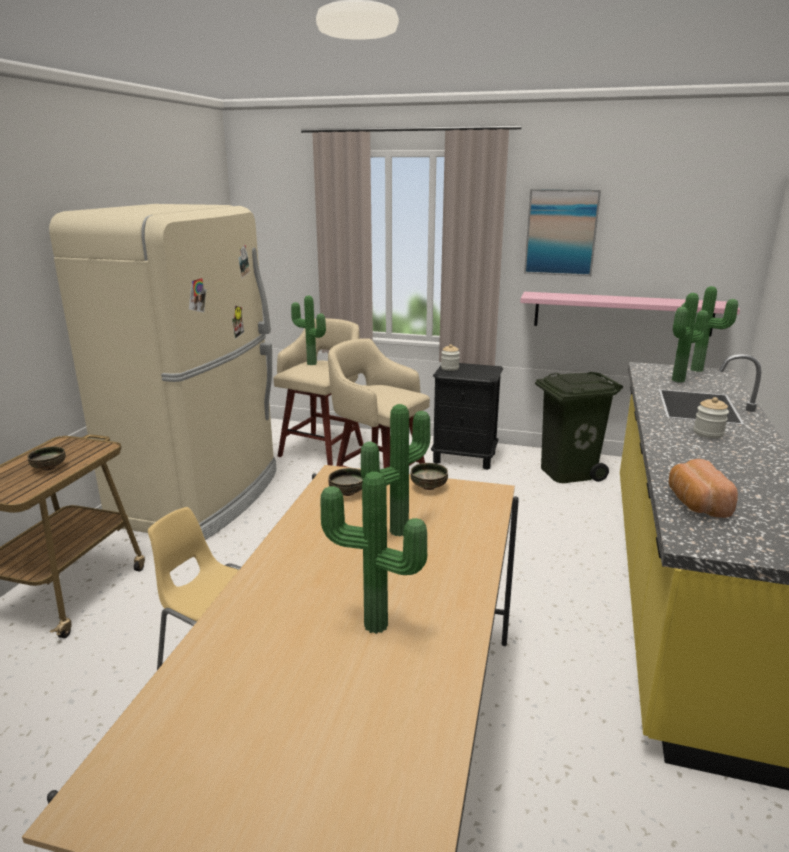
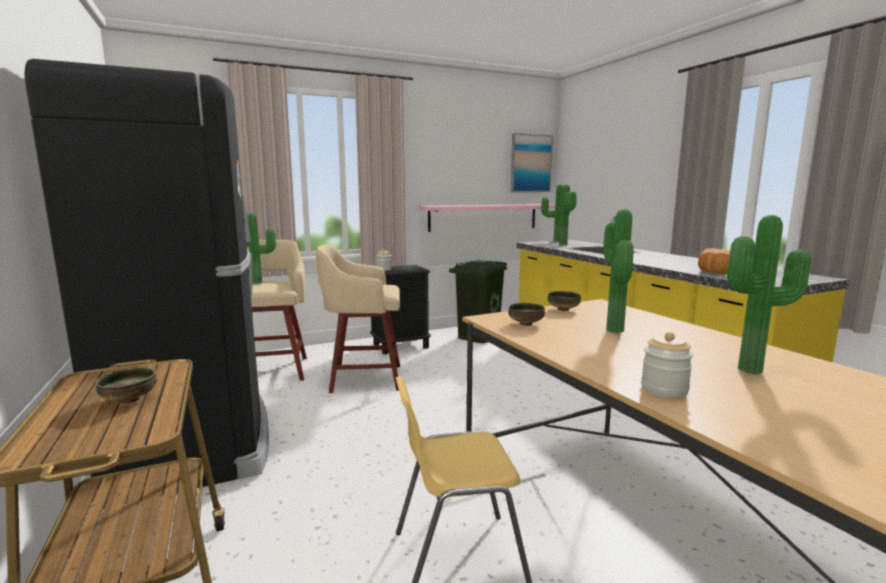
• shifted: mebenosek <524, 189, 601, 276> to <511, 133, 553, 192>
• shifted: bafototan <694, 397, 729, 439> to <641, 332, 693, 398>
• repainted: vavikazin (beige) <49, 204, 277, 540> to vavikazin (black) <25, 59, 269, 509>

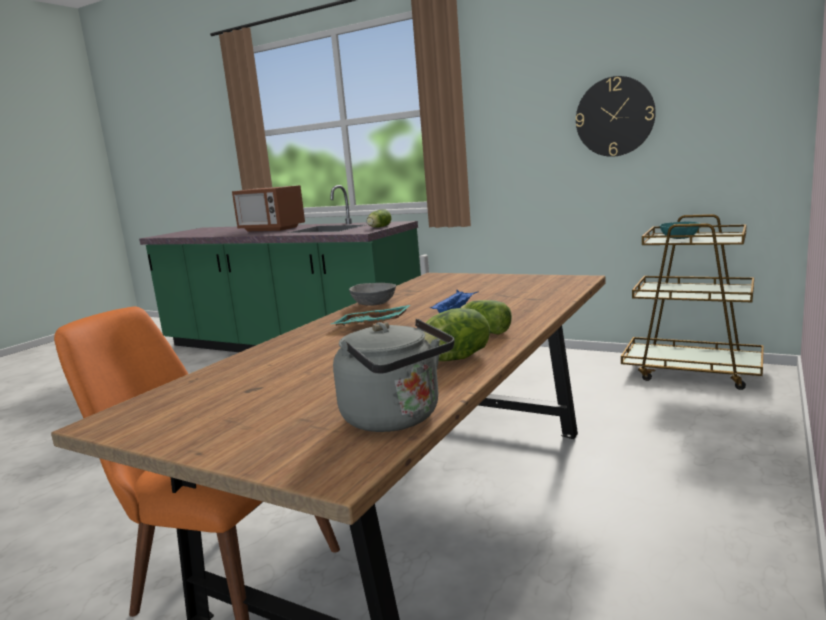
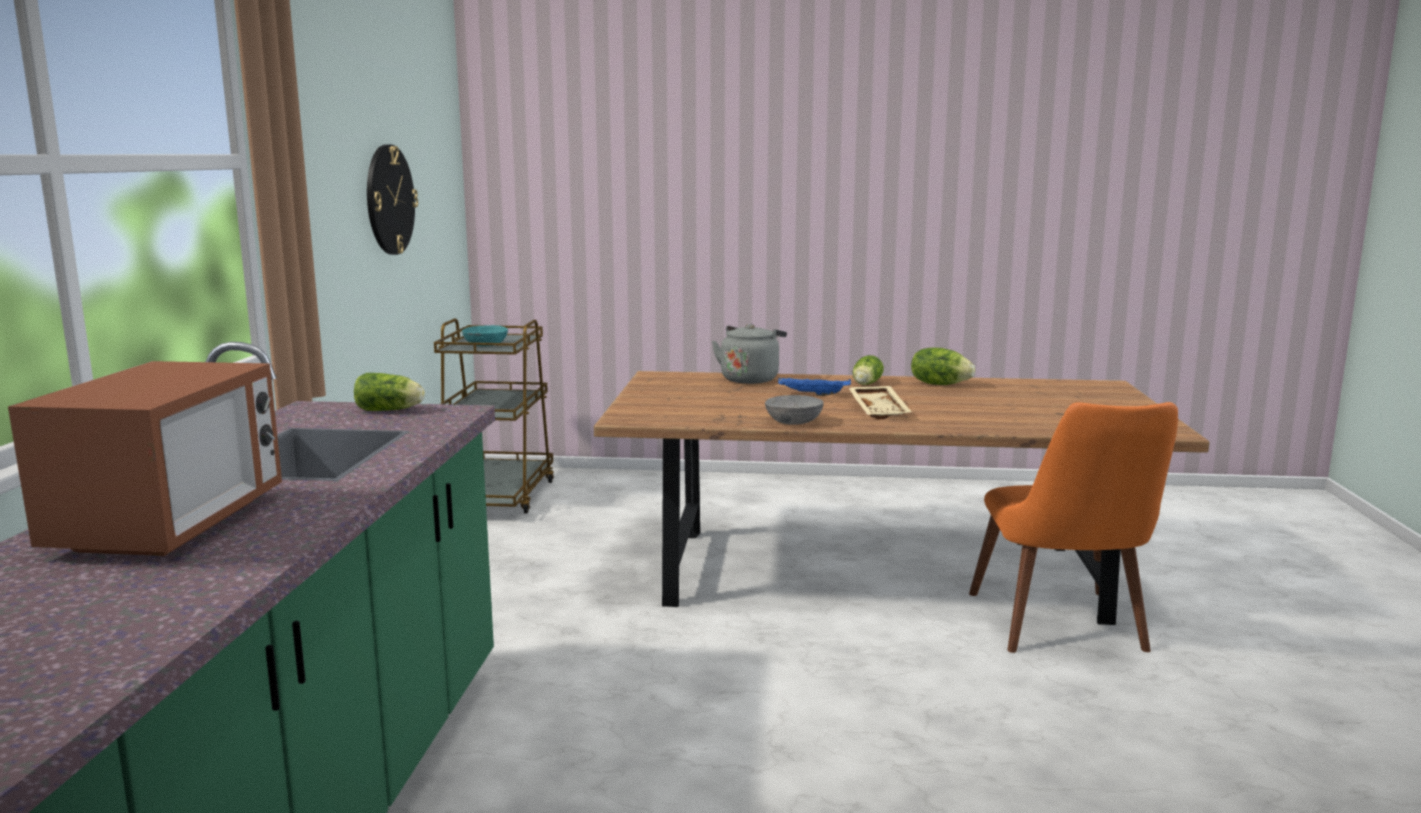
• shifted: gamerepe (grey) <333, 319, 454, 432> to <712, 324, 787, 384>
• repainted: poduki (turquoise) <331, 305, 411, 326> to poduki (beige) <849, 386, 912, 419>

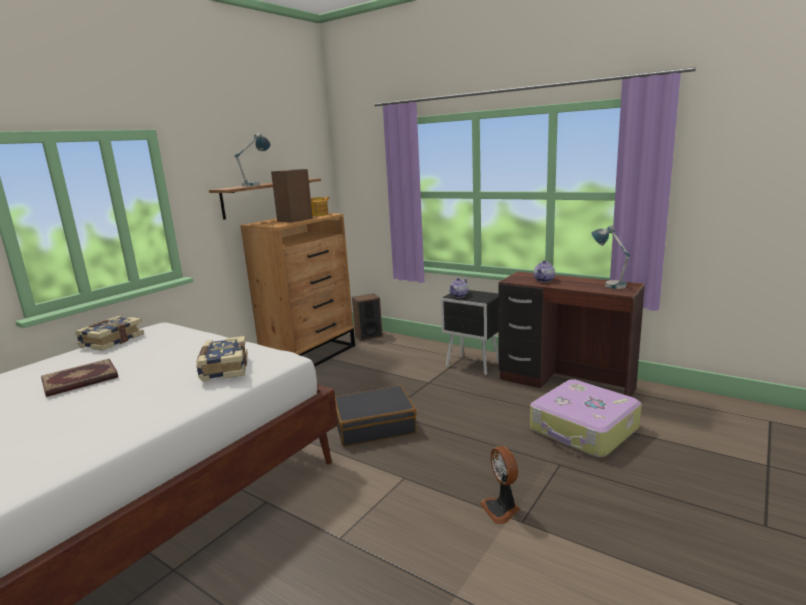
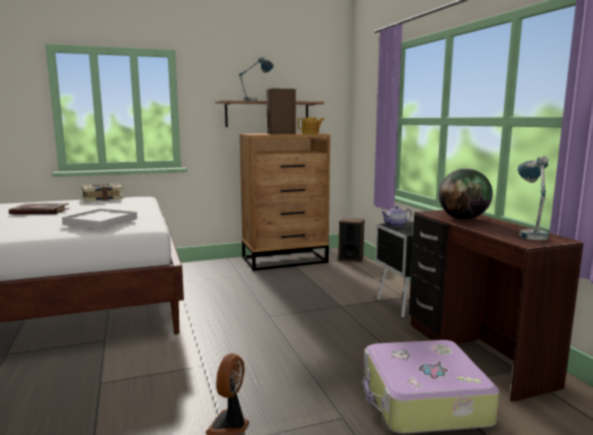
• gone: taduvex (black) <335, 385, 417, 447>
• swapped: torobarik <196, 336, 248, 382> to poduki (white) <62, 209, 137, 229>
• swapped: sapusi <533, 260, 555, 282> to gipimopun <439, 169, 493, 219>

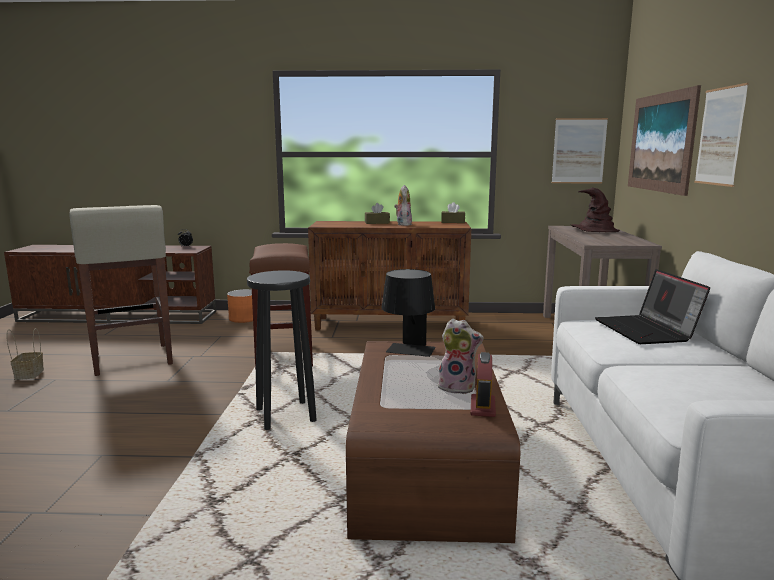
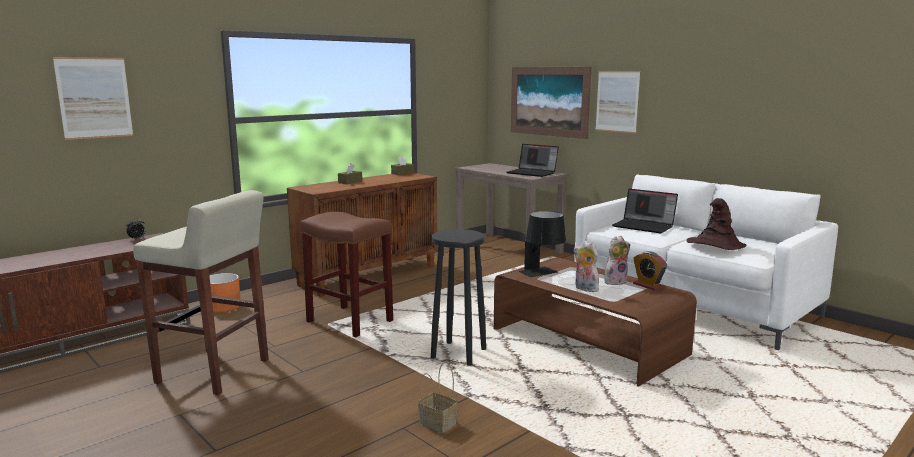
• new: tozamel <506, 144, 559, 177>
• shifted: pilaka <6, 328, 44, 380> to <418, 362, 458, 433>
• shifted: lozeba <394, 185, 412, 226> to <574, 241, 599, 292>
• shifted: mebenosek <552, 118, 608, 183> to <53, 57, 133, 140>
• shifted: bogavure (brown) <570, 188, 620, 232> to <686, 198, 747, 250>

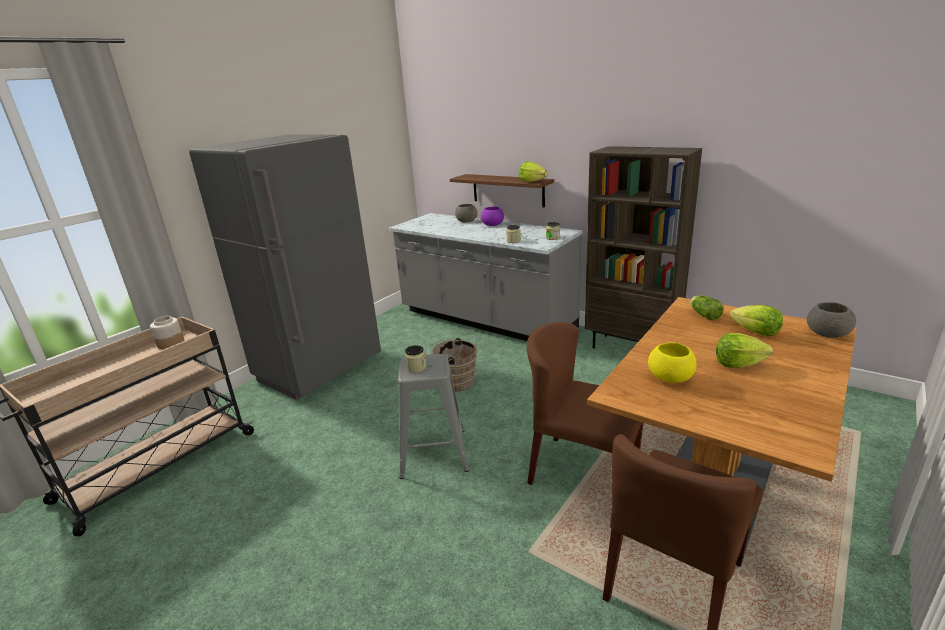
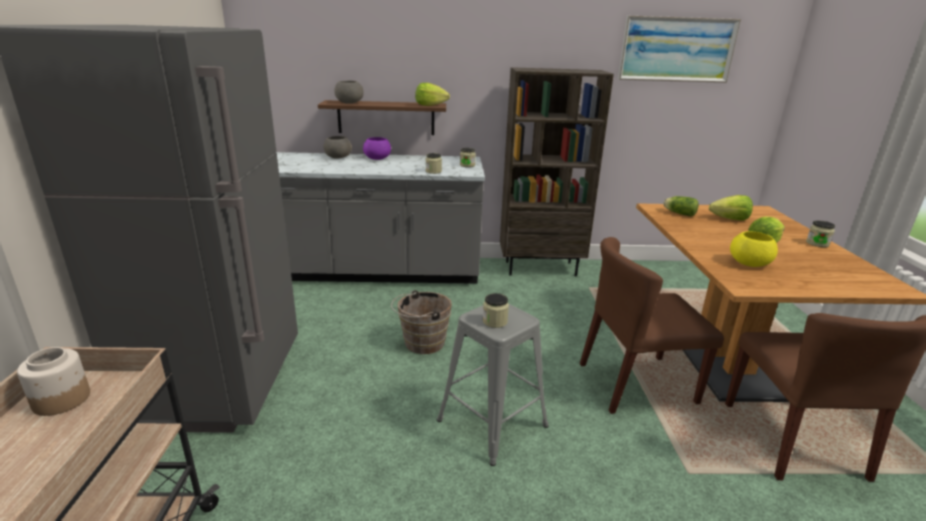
• new: mebenosek <618, 16, 741, 83>
• new: bafototan <806, 220, 835, 247>
• shifted: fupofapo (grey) <807, 302, 856, 338> to <334, 81, 364, 104>

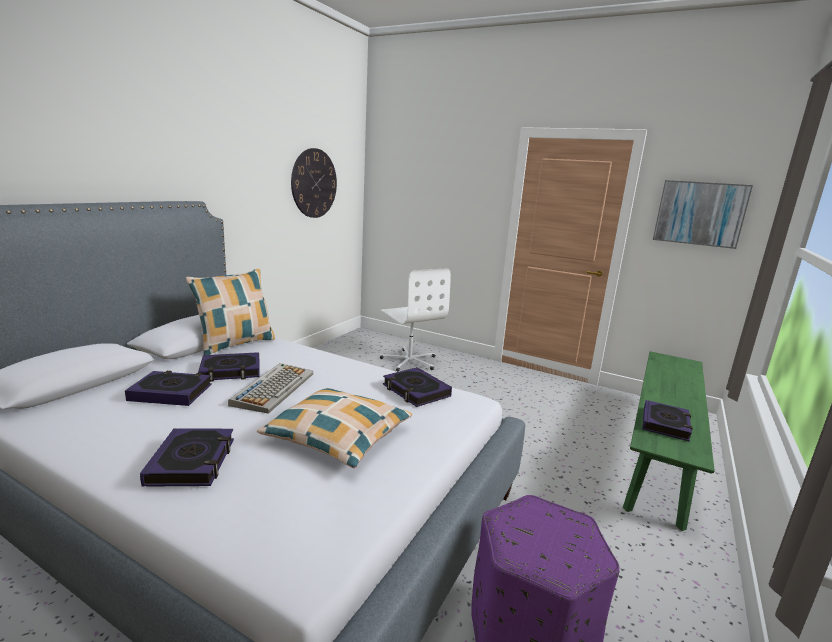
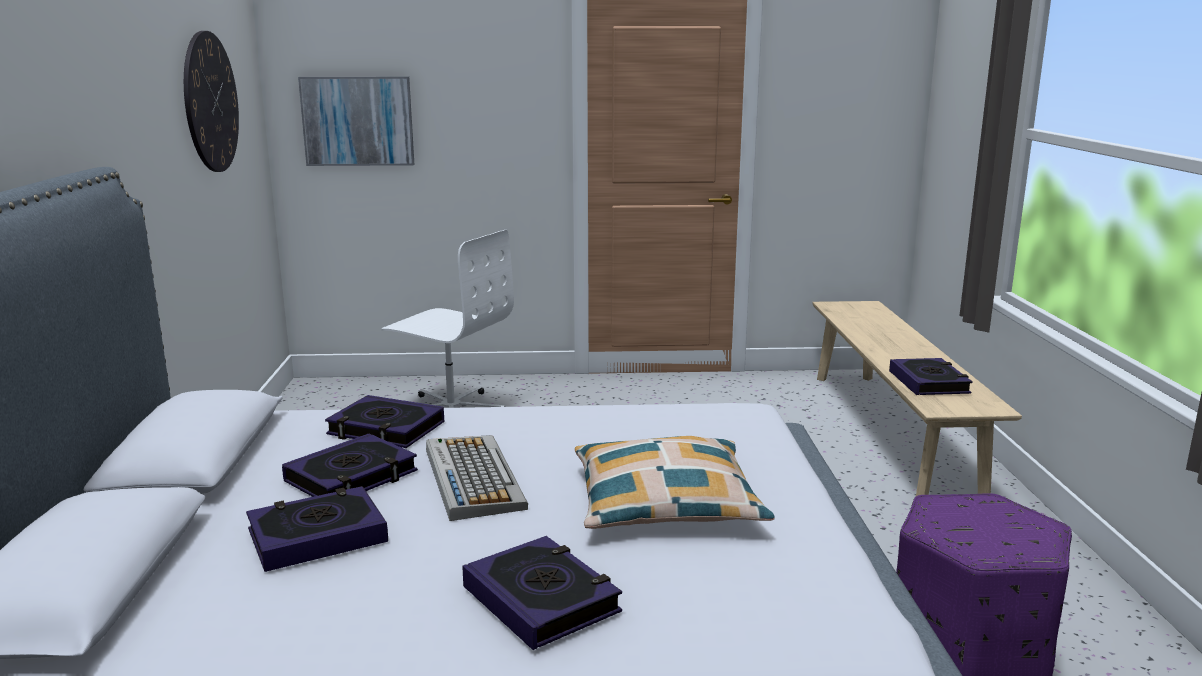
• gone: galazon <186, 269, 275, 355>
• shifted: torobarik <383, 367, 452, 407> to <325, 395, 444, 448>
• shifted: mebenosek <653, 180, 753, 249> to <298, 77, 414, 166>
• repainted: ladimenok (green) <623, 351, 715, 531> to ladimenok (beige) <812, 301, 1022, 496>

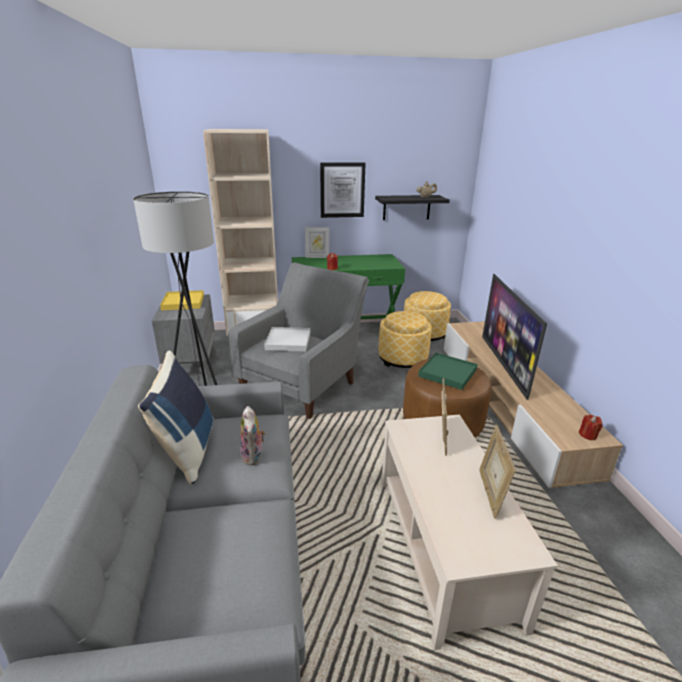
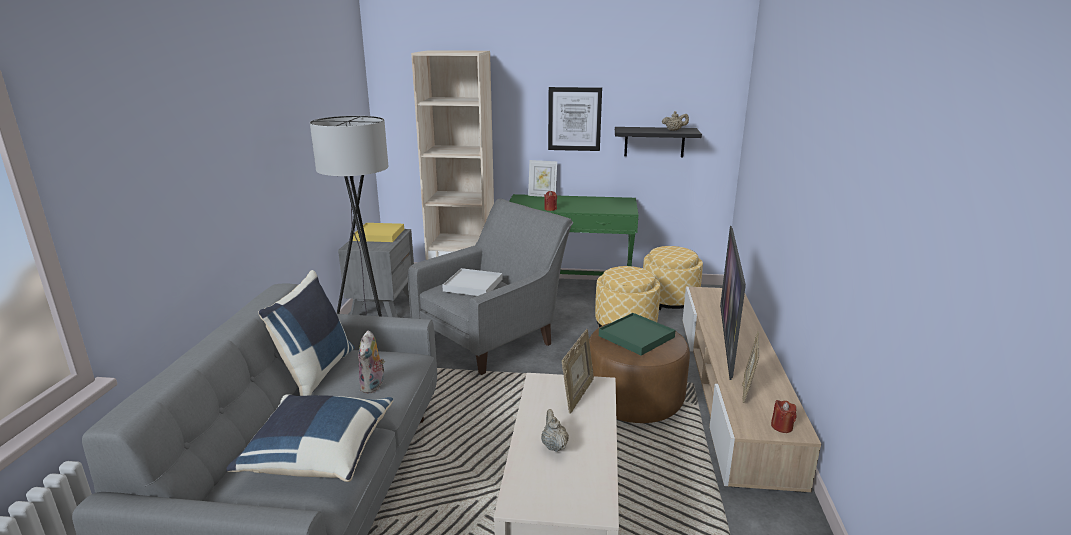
• new: galazon (blue) <227, 394, 393, 482>
• new: sapusi (beige) <541, 409, 569, 452>
• shifted: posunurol <479, 425, 516, 519> to <742, 331, 759, 403>

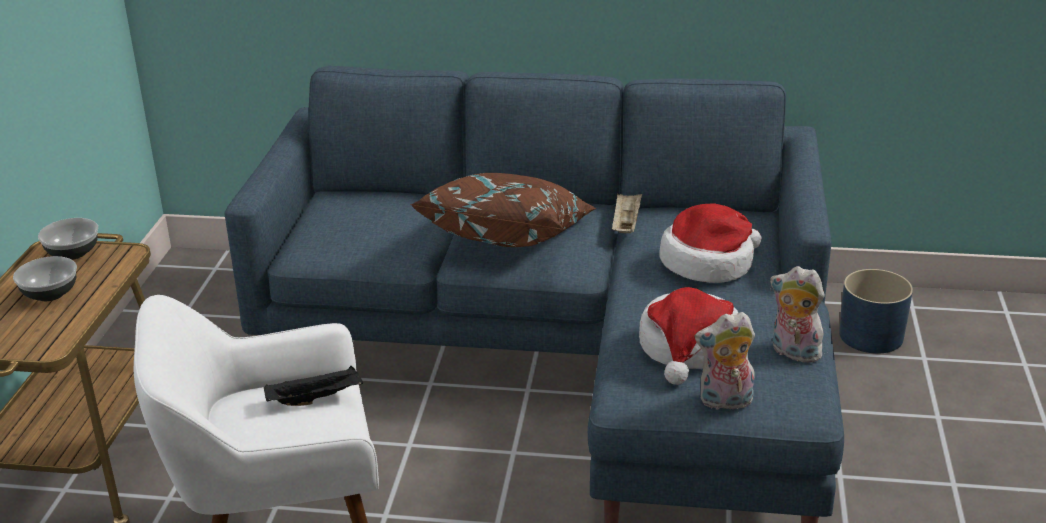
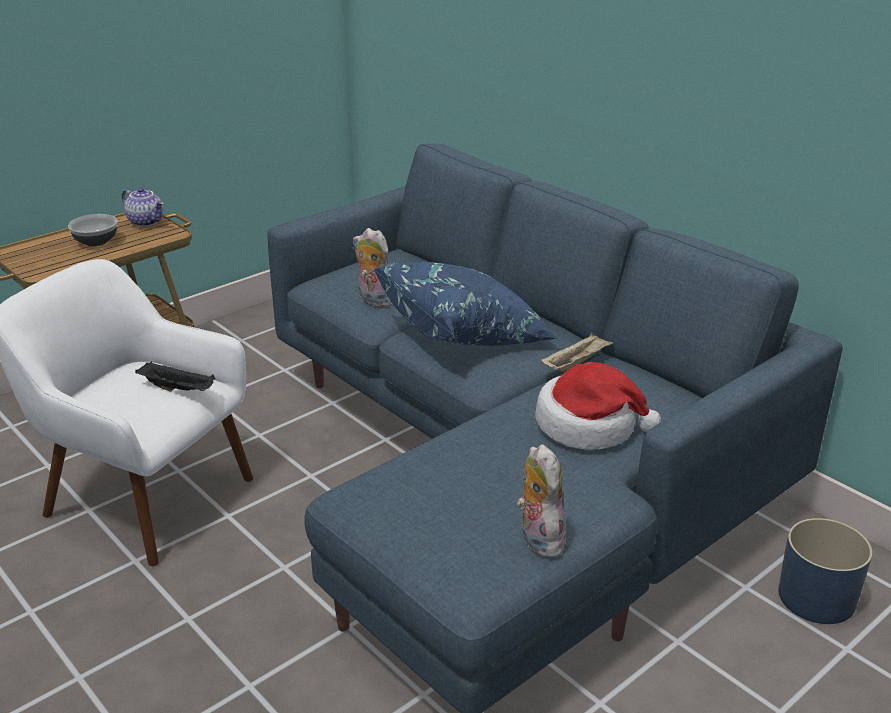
• gone: bogavure <639, 287, 738, 385>
• shifted: lozeba <695, 312, 755, 410> to <353, 228, 393, 307>
• swapped: fupofapo <38, 218, 98, 260> to sapusi <122, 187, 164, 227>
• repainted: galazon (brown) <410, 173, 597, 247> to galazon (blue) <374, 261, 558, 346>

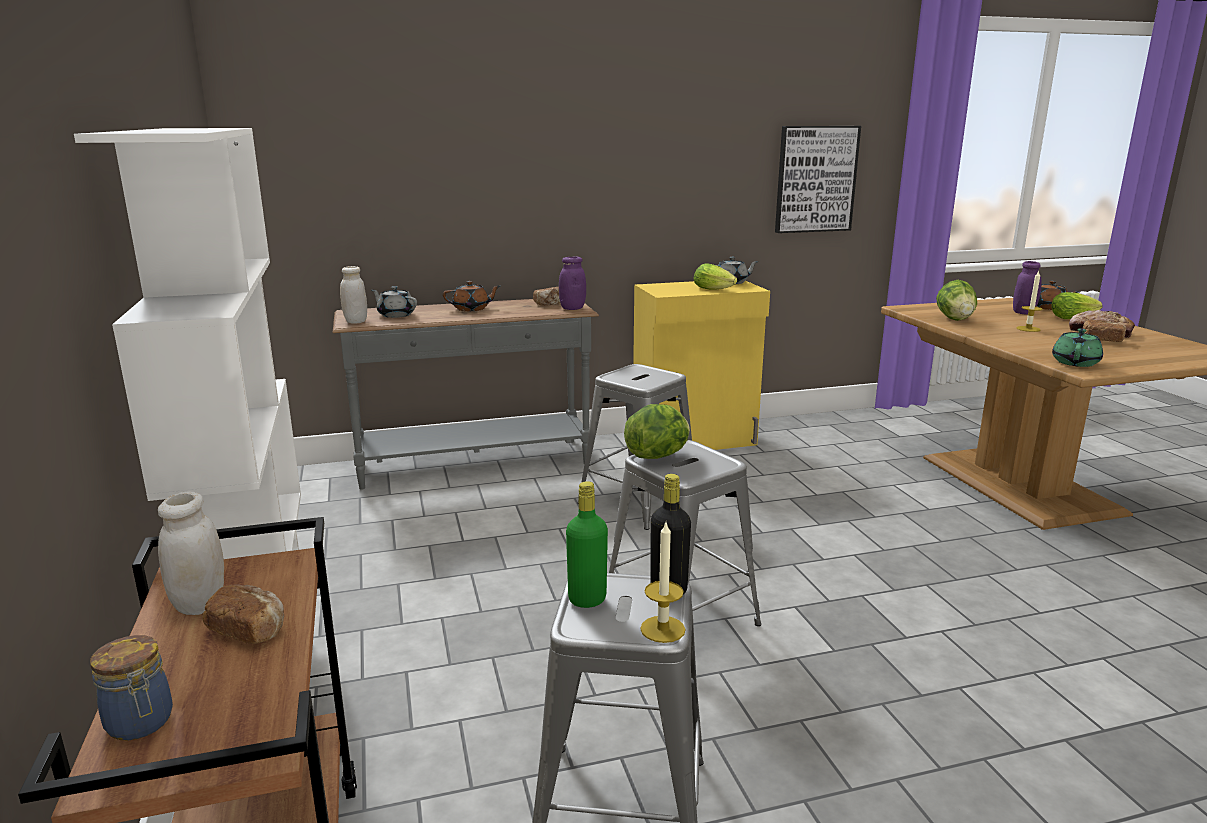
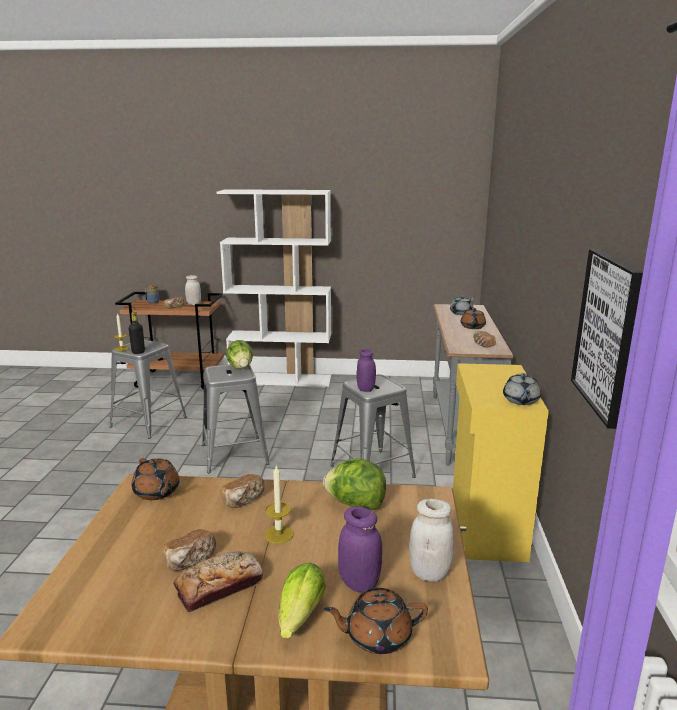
• gone: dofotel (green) <566, 481, 608, 608>
• gone: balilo <693, 263, 737, 290>
• new: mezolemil <221, 474, 265, 508>
• shifted: bafototan (white) <340, 266, 367, 324> to <410, 499, 454, 581>
• shifted: bafototan (purple) <559, 257, 586, 310> to <357, 349, 376, 392>
• repainted: sapusi (green) <1052, 328, 1103, 367> to sapusi (brown) <132, 458, 180, 500>

